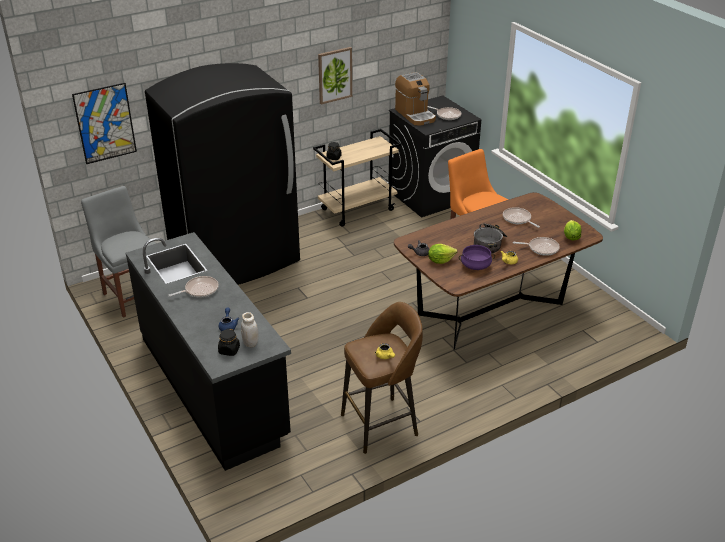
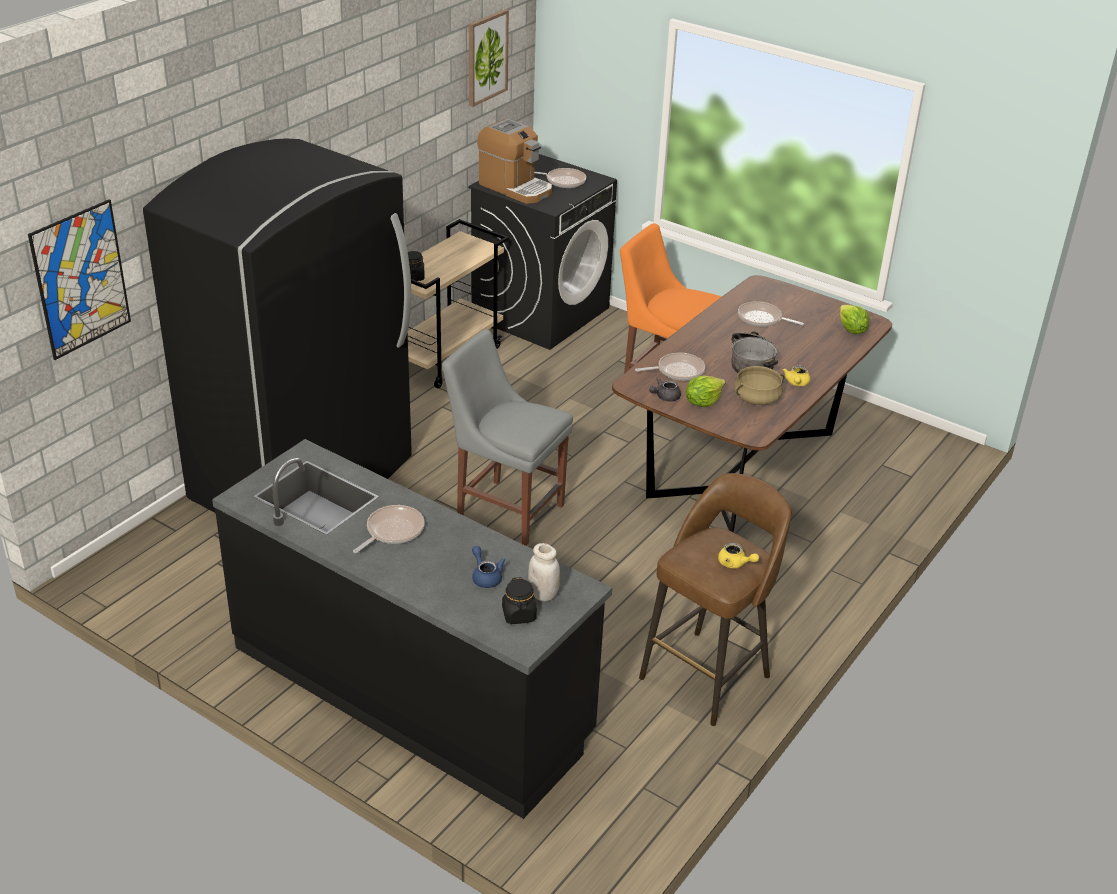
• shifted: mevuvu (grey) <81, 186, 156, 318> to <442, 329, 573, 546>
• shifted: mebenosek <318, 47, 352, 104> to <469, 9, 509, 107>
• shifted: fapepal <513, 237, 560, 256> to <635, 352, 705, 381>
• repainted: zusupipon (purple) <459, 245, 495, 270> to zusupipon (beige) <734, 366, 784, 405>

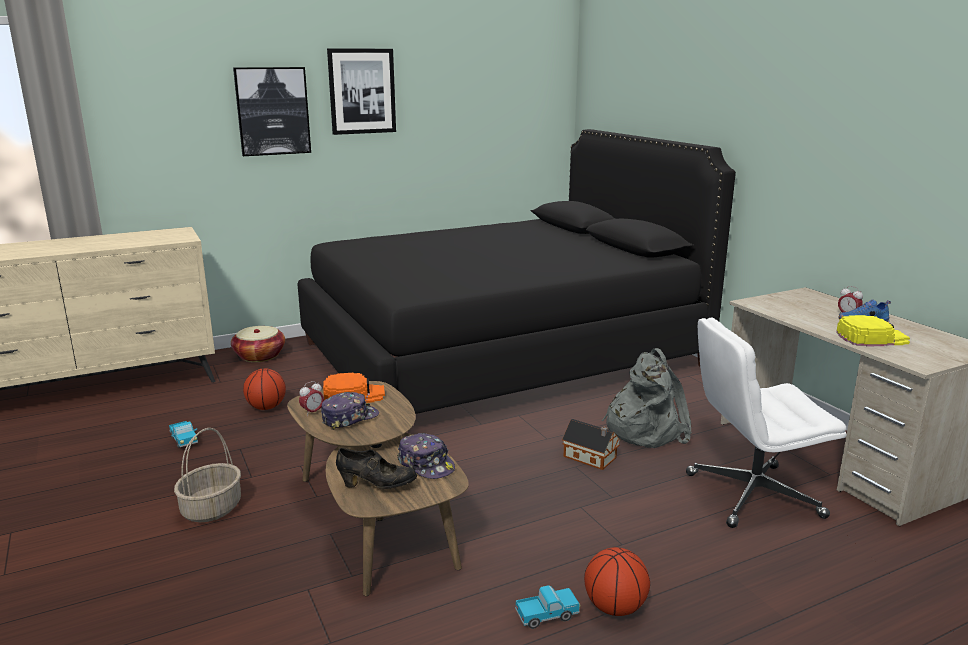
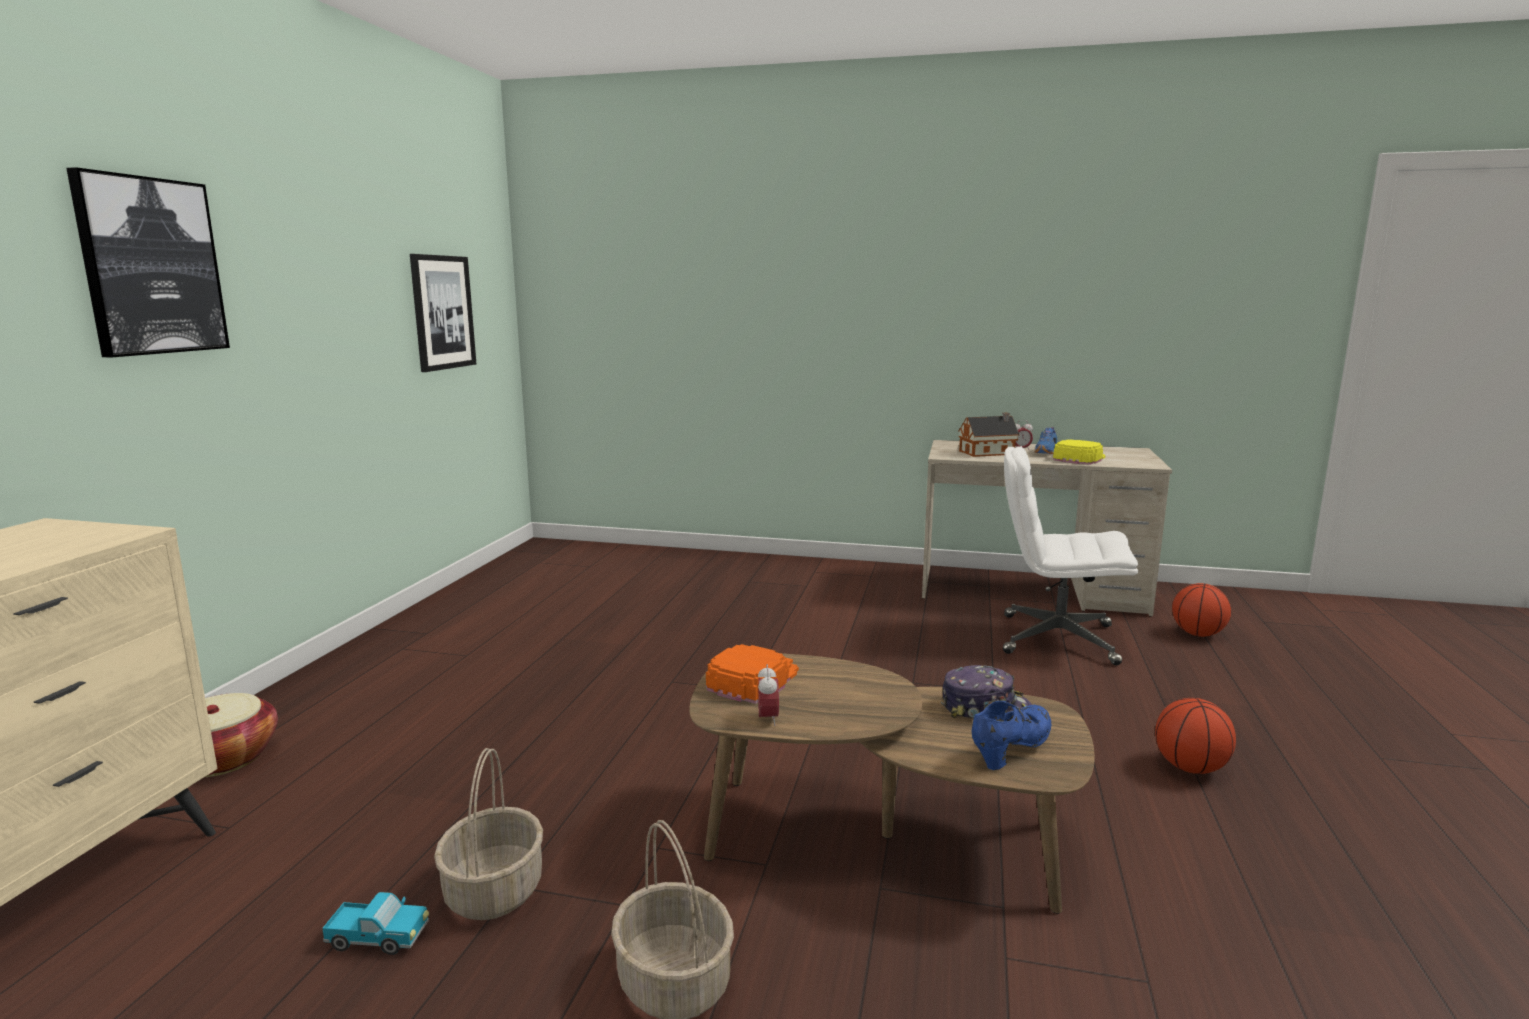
• gone: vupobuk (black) <298, 129, 736, 414>
• gone: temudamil <321, 392, 379, 430>
• gone: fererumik <515, 585, 581, 629>
• gone: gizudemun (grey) <601, 348, 692, 448>
• new: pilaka <434, 748, 543, 920>
• shifted: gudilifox <243, 368, 286, 410> to <1172, 583, 1231, 637>
• shifted: mebenosek <327, 48, 396, 135> to <410, 254, 476, 372>
• shifted: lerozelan <562, 419, 620, 470> to <958, 413, 1019, 457>
• repainted: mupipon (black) <336, 448, 417, 489> to mupipon (blue) <972, 701, 1051, 770>
• rotated: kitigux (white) <686, 318, 847, 528> = <1003, 446, 1138, 665> 75 degrees clockwise

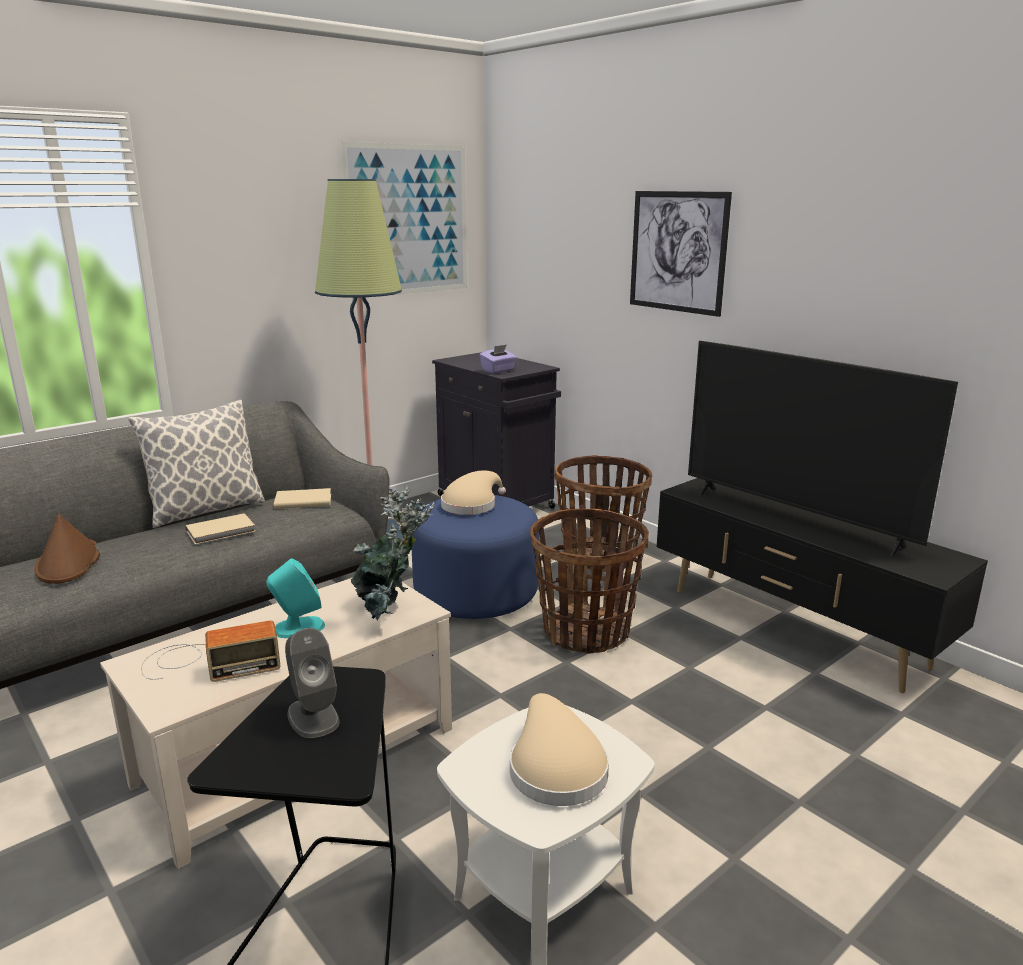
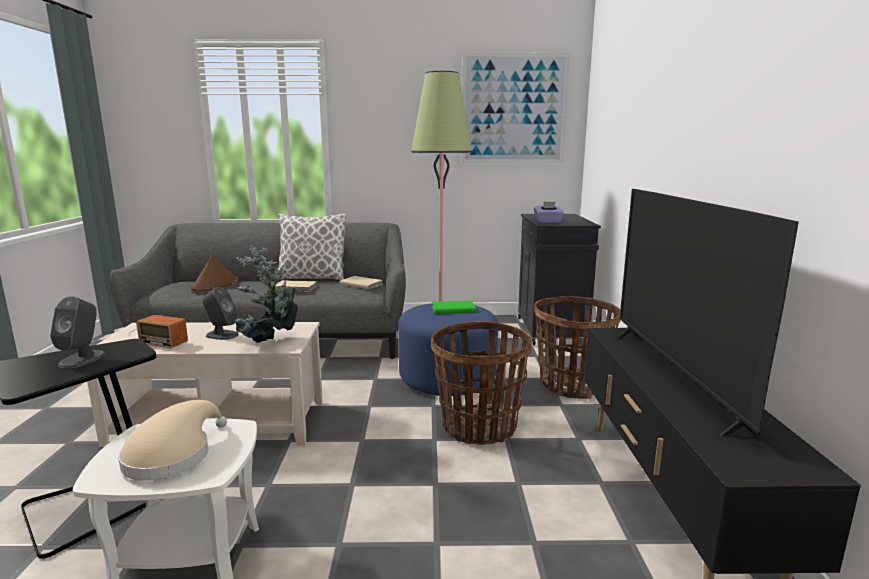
• gone: mebenosek <630, 191, 732, 317>
• swapped: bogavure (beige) <441, 470, 506, 515> to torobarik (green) <432, 300, 476, 314>
• repainted: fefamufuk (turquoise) <266, 558, 325, 638> to fefamufuk (grey) <202, 287, 239, 340>

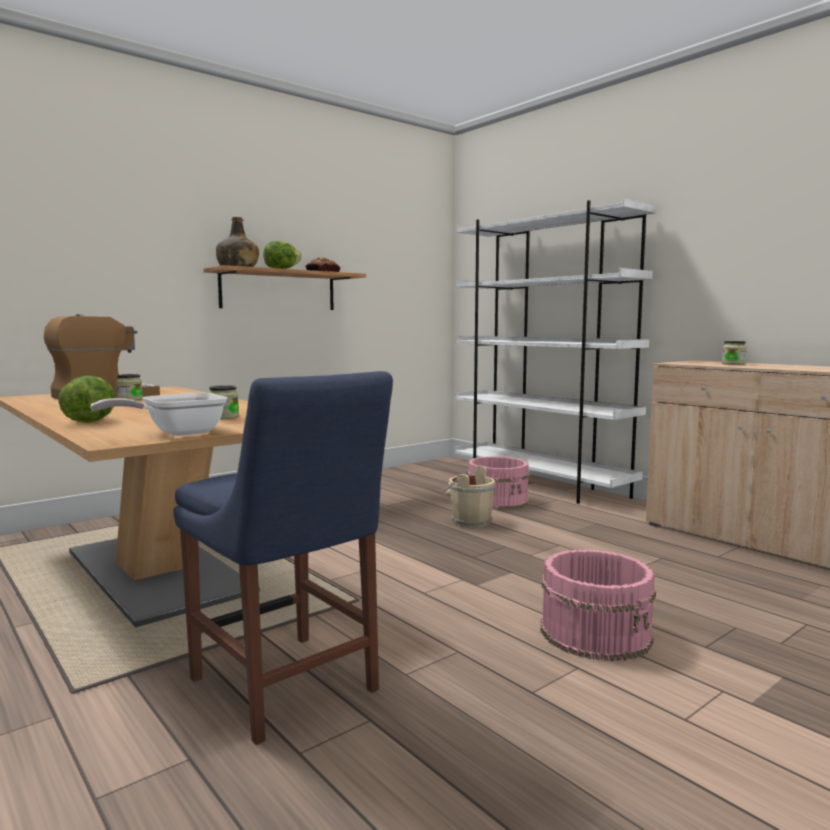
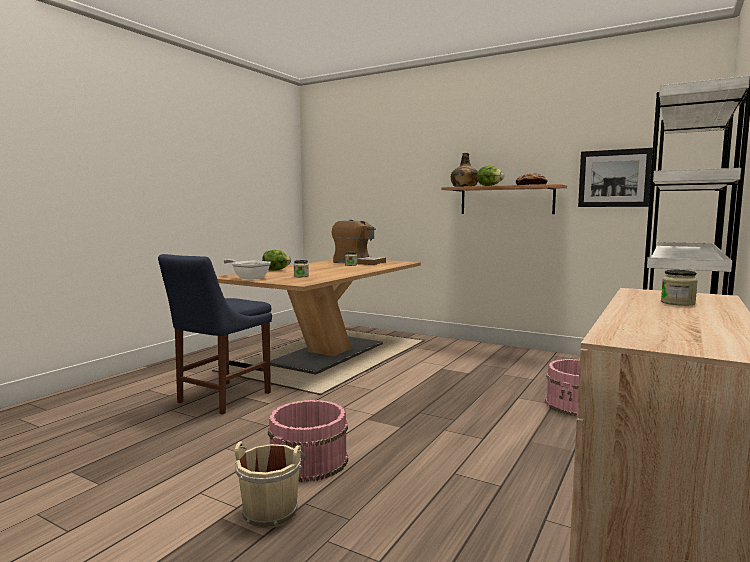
• new: mebenosek <578, 148, 653, 207>
• shifted: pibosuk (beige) <443, 466, 495, 528> to <235, 442, 305, 529>

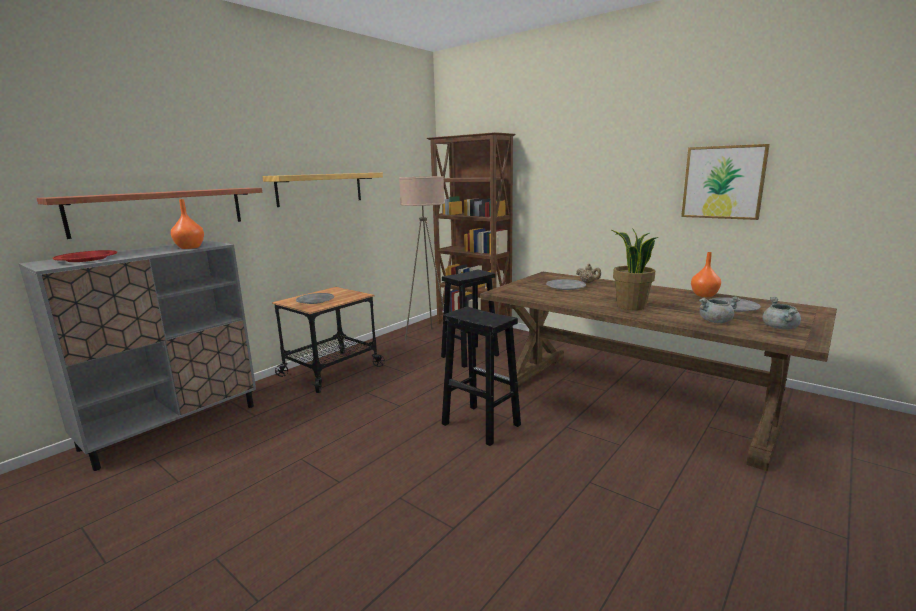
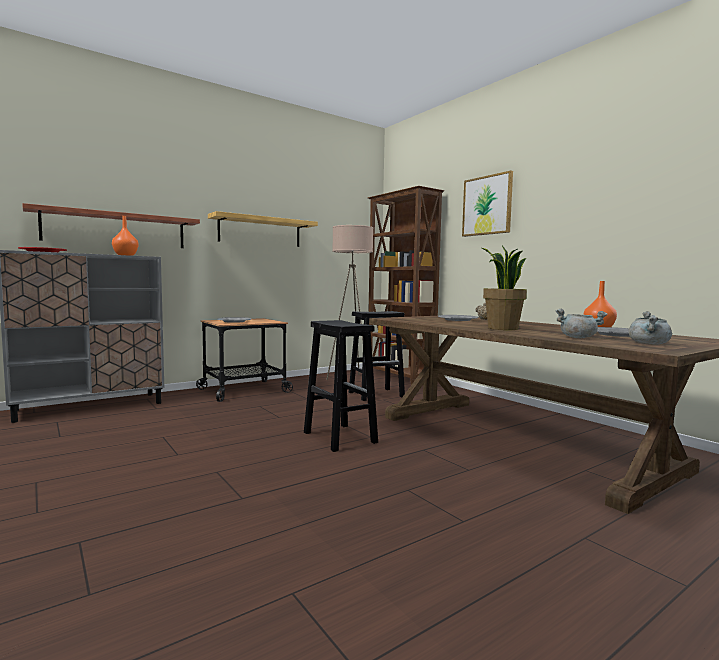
• shifted: mebenosek <681, 144, 770, 220> to <462, 171, 513, 237>

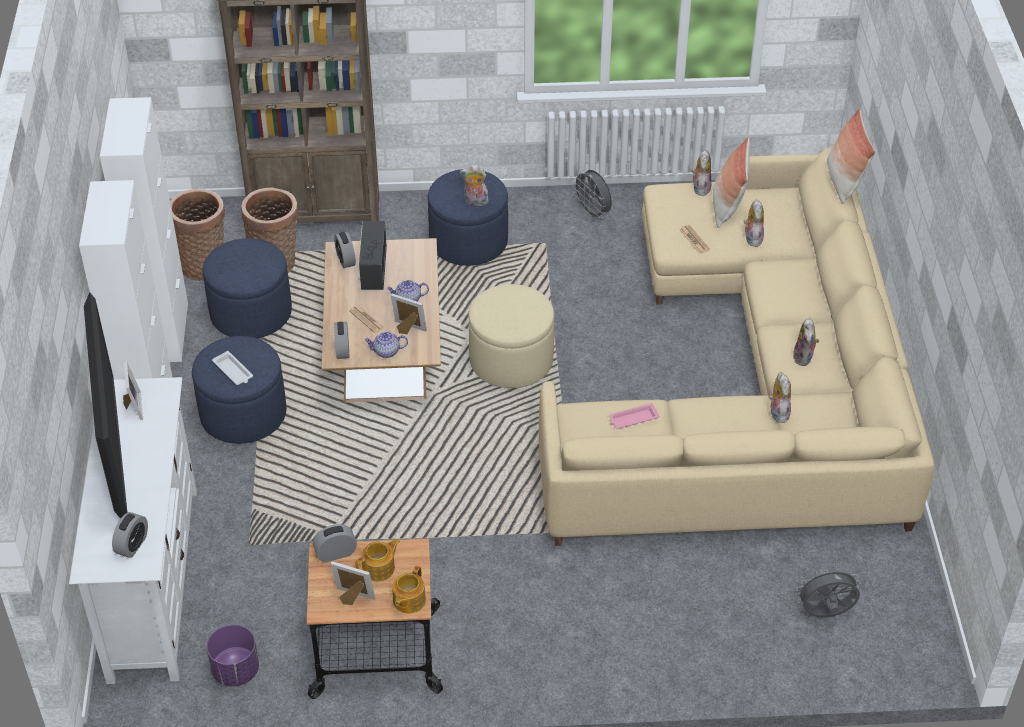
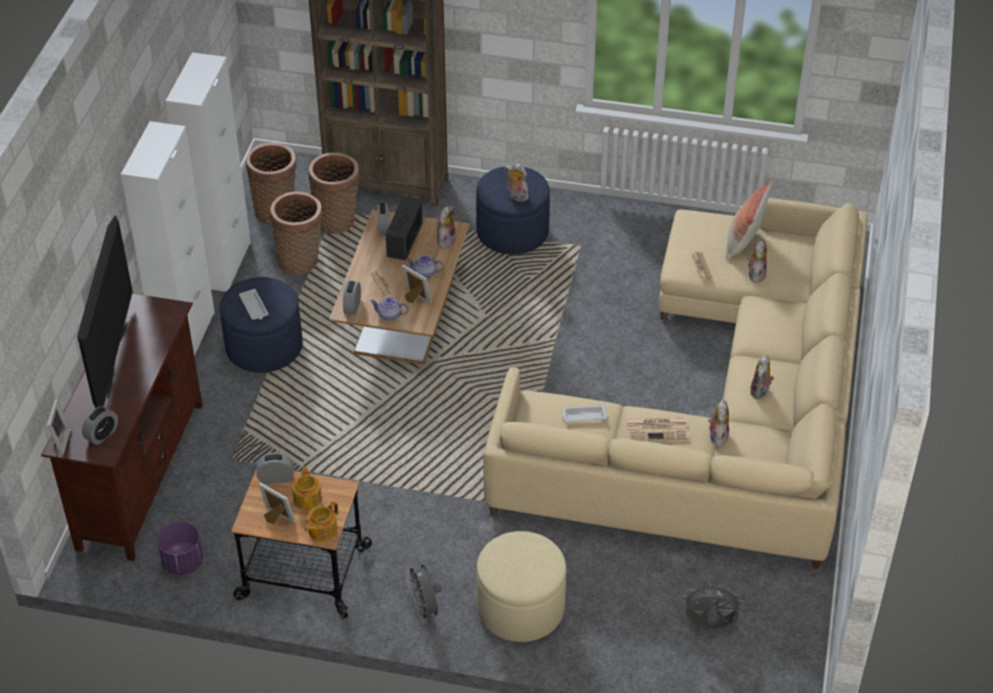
• gone: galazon <827, 108, 875, 204>
• new: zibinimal <626, 417, 689, 441>
• shifted: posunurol <123, 361, 143, 420> to <47, 399, 71, 455>
• shifted: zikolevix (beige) <468, 284, 555, 388> to <476, 531, 566, 642>
• shifted: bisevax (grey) <572, 170, 612, 220> to <406, 564, 442, 623>
• shifted: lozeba <692, 150, 712, 196> to <436, 206, 456, 249>
• swapped: zikolevix (blue) <203, 238, 292, 338> to pilaka <270, 191, 323, 275>
• repainted: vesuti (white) <69, 377, 197, 684> to vesuti (brown) <41, 293, 203, 561>
• repainted: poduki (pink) <609, 403, 660, 429> to poduki (white) <561, 405, 607, 422>
• rotated: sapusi <355, 538, 400, 581> = <292, 466, 322, 510> 75 degrees counterclockwise

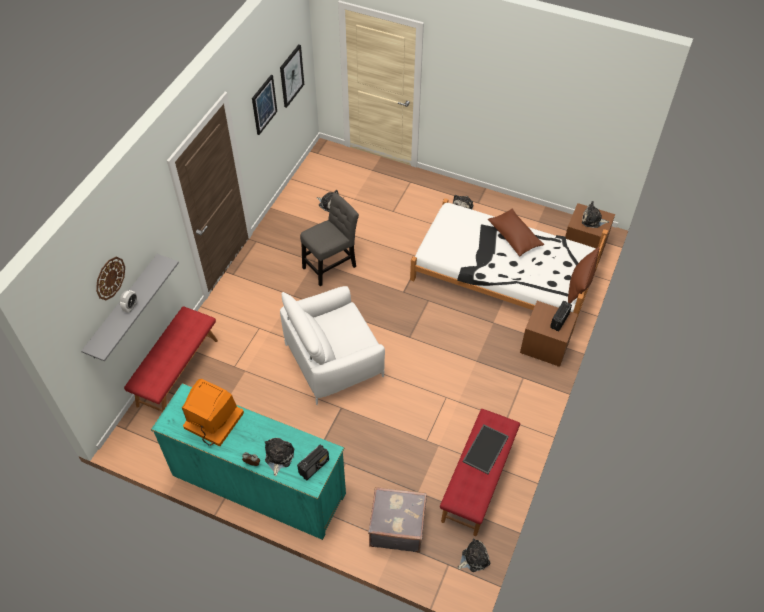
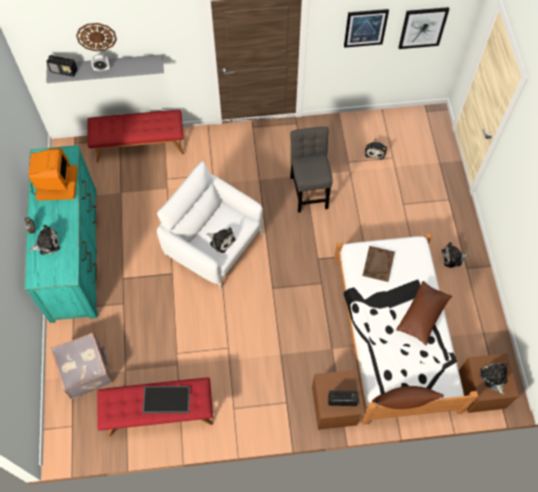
• new: poduki (brown) <362, 246, 395, 282>
• shifted: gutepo <297, 445, 329, 480> to <47, 55, 77, 77>
• shifted: lozeba <457, 538, 490, 572> to <207, 228, 235, 253>
• rotated: mevuvu (grey) <300, 193, 359, 286> = <290, 127, 333, 213> 120 degrees counterclockwise

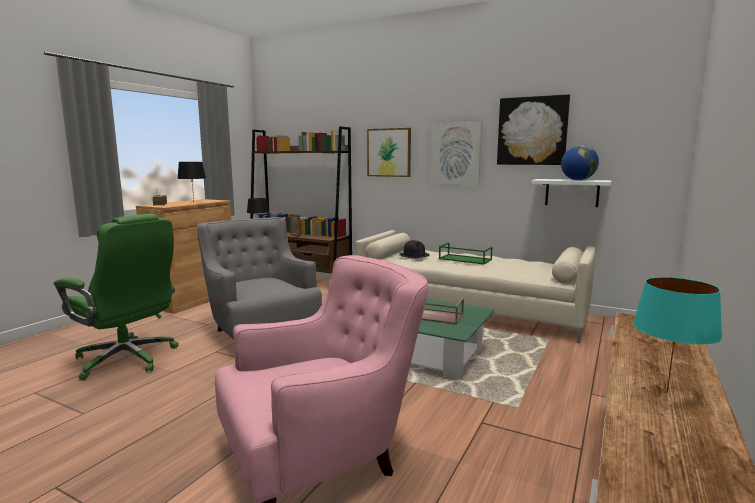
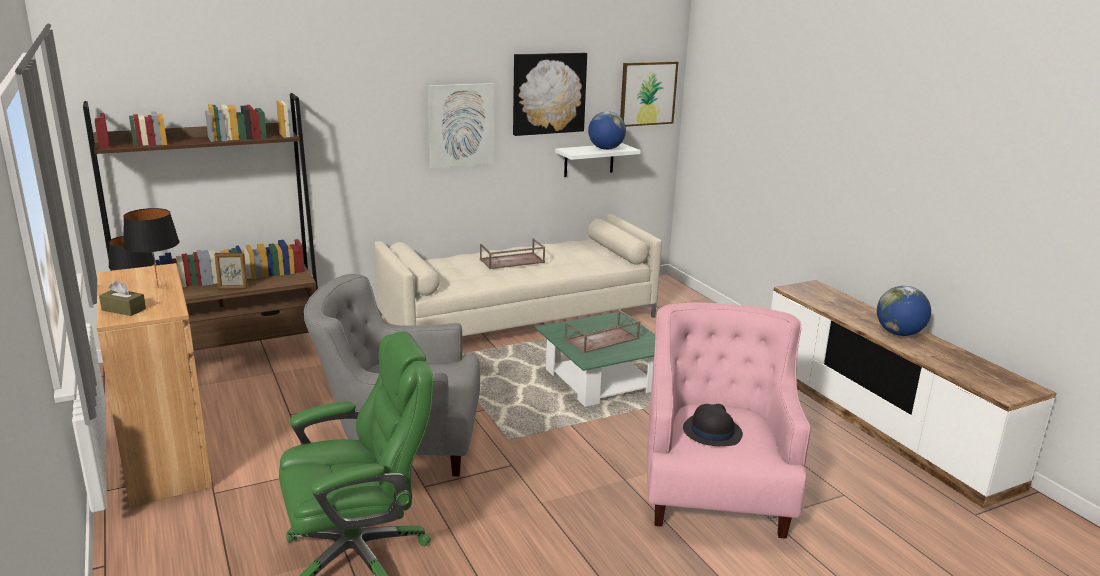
• shifted: mebenosek <367, 128, 411, 177> to <620, 61, 678, 127>
• shifted: bogavure (black) <399, 240, 429, 259> to <683, 404, 743, 446>
• swapped: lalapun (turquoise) <633, 277, 722, 393> to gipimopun <877, 286, 931, 336>
• repainted: poduki (green) <439, 242, 492, 265> to poduki (brown) <480, 238, 545, 269>

